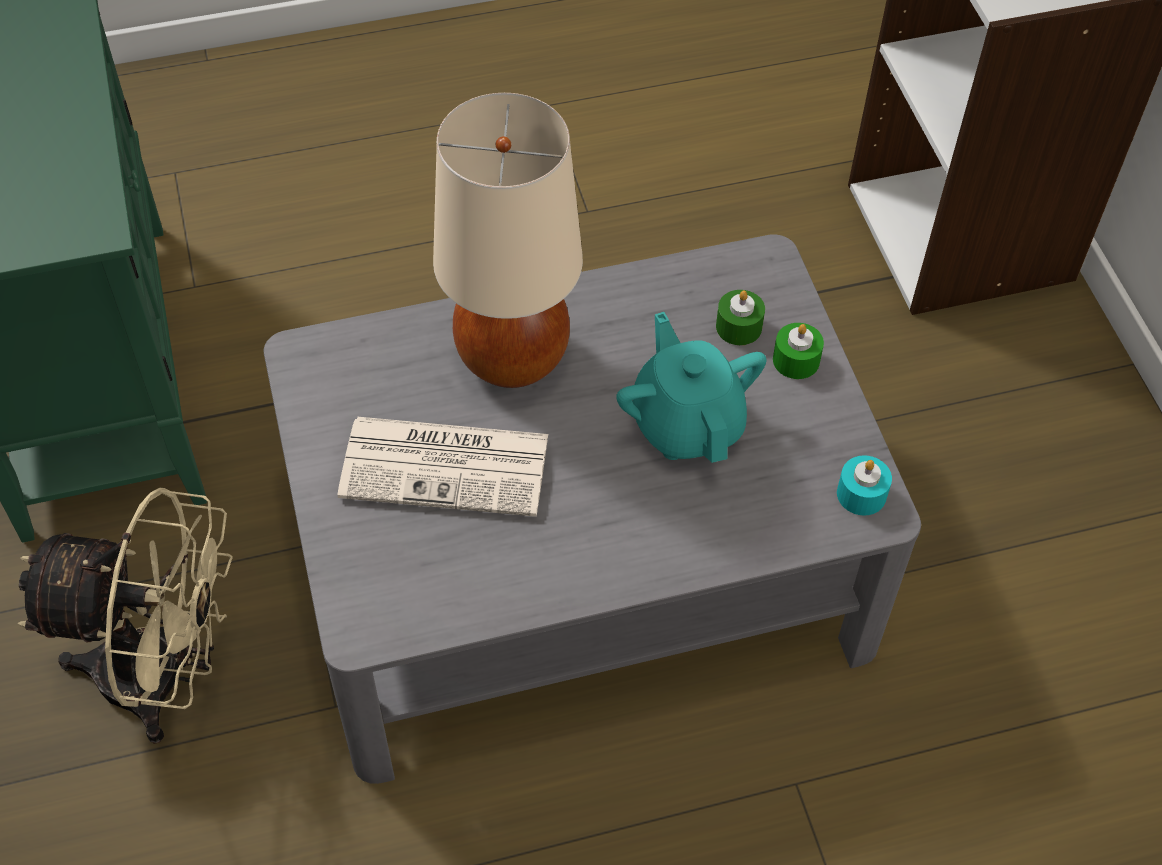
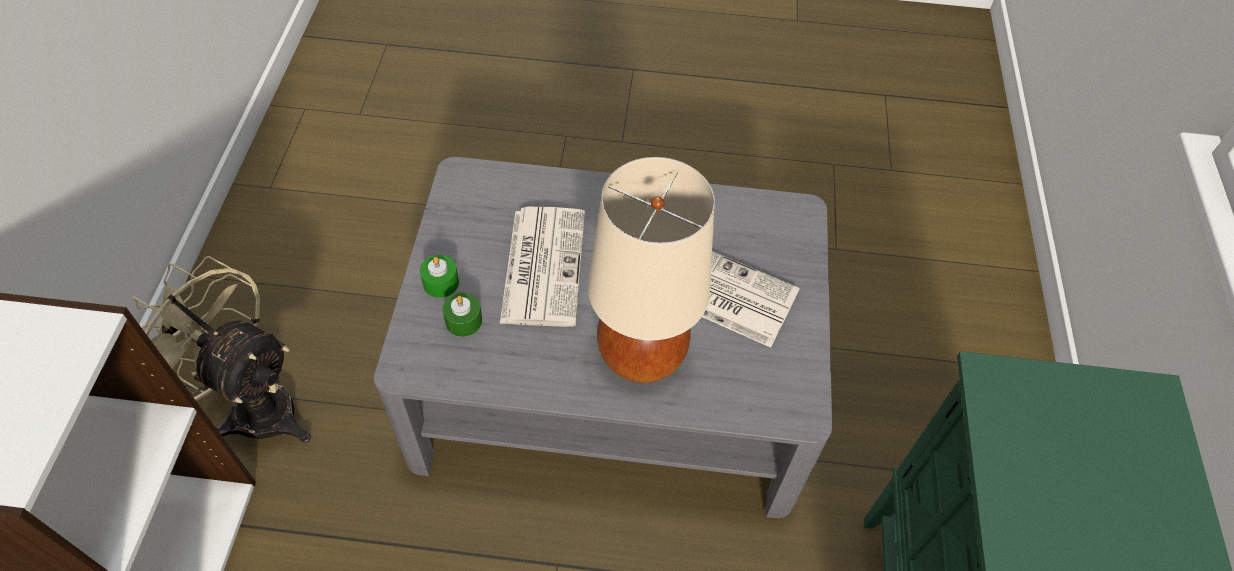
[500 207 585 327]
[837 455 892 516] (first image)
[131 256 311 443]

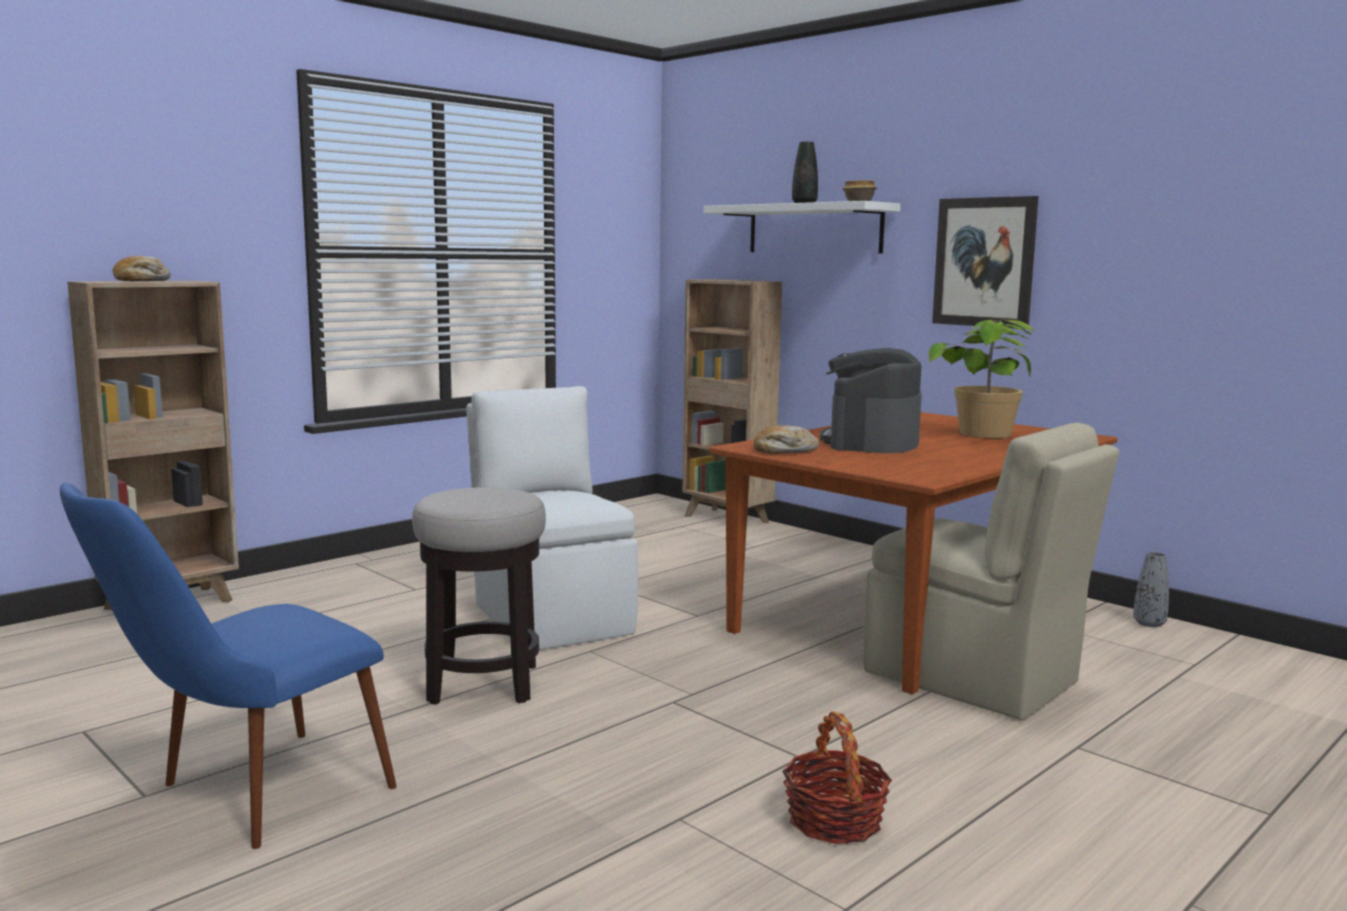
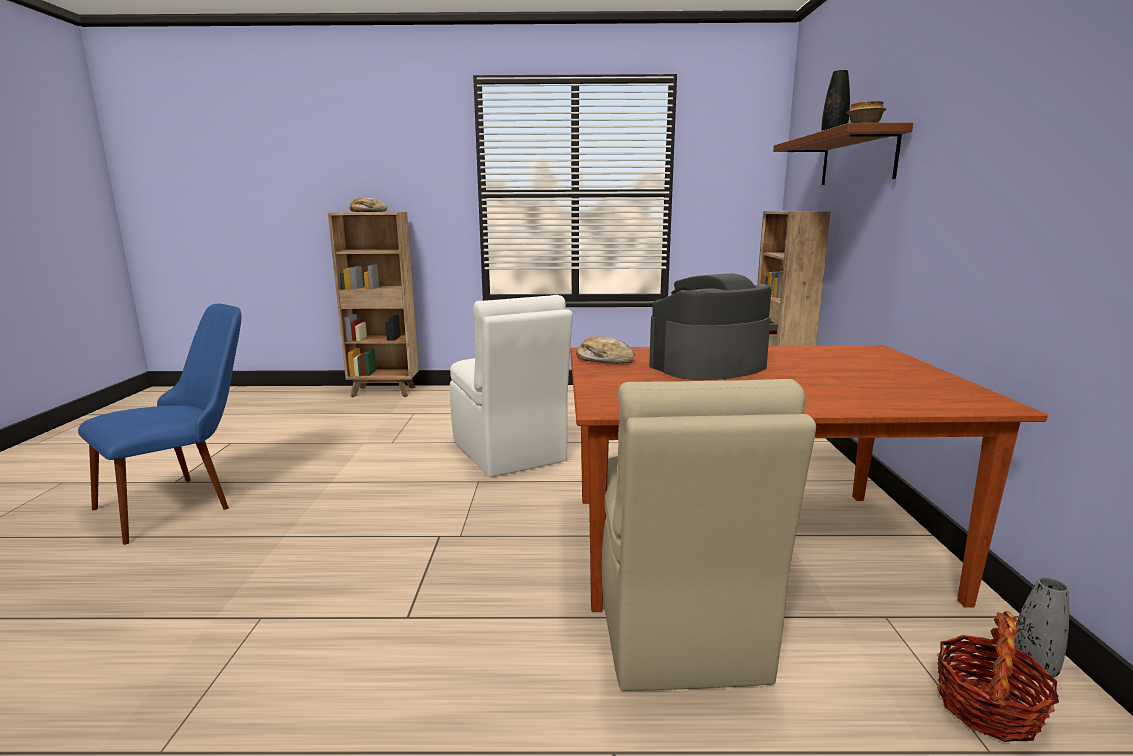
[932 196 1039 329] (first image)
[773 123 913 185]
[928 319 1035 438] (first image)
[450 295 573 477]
[78 304 241 545]
[412 487 546 705] (first image)
[937 611 1059 742]

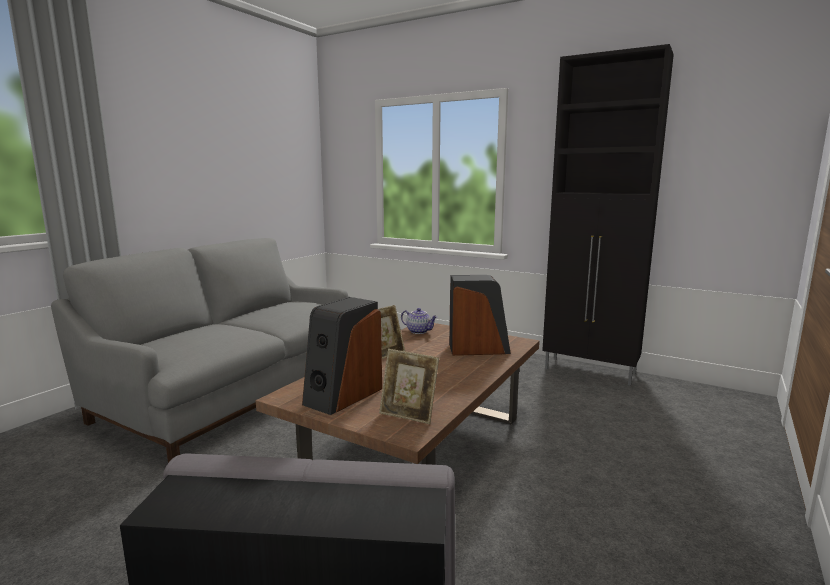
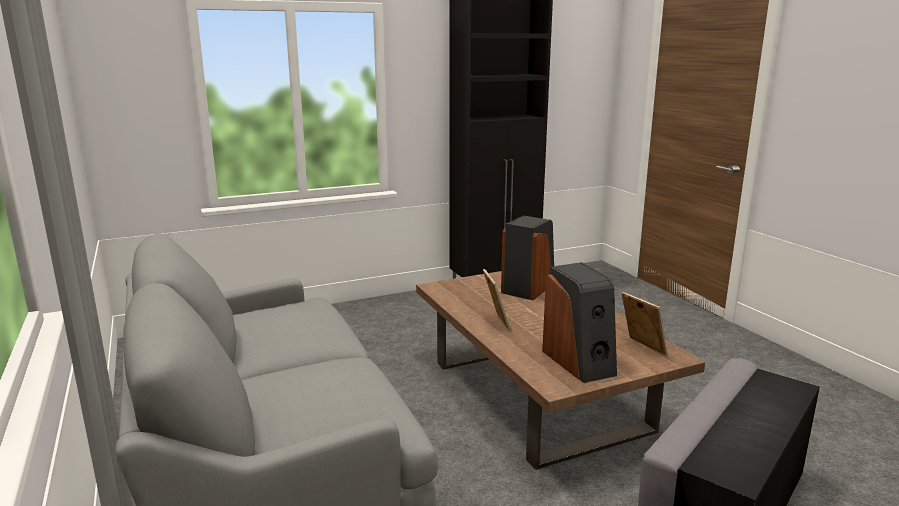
[401 308 437 334] (first image)
[621 292 668 356]

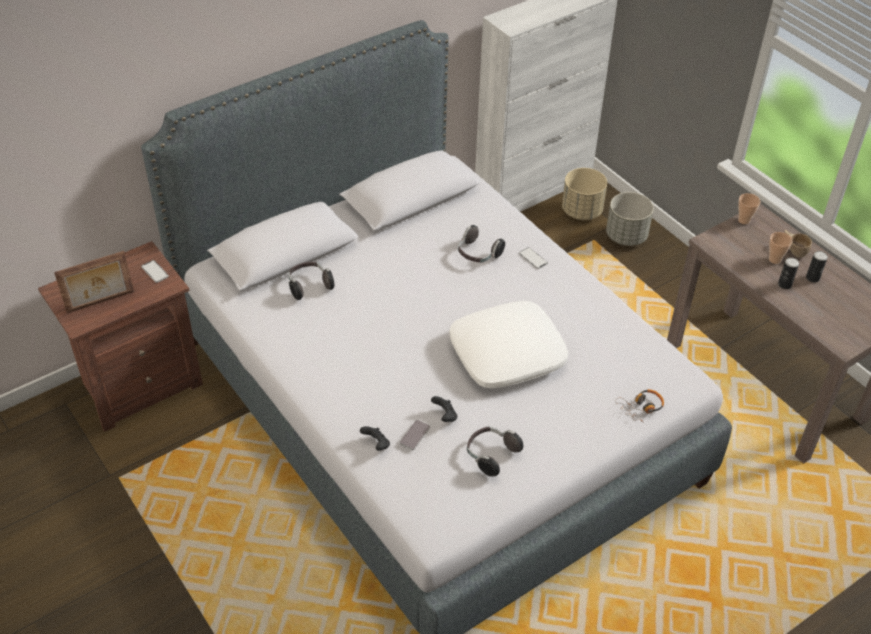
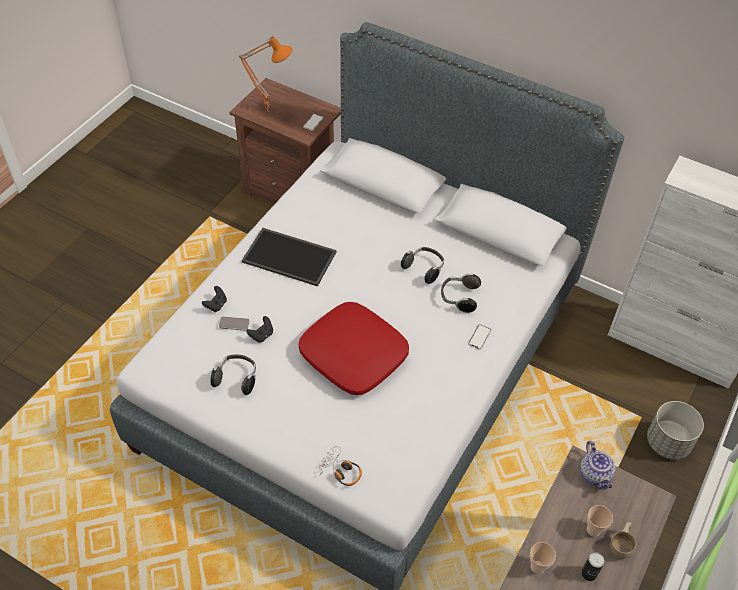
[562 168 607 220] (first image)
[530 542 556 574]
[239 36 293 112]
[778 257 799 289] (first image)
[401 247 444 284]
[299 302 409 395]
[242 228 337 286]
[580 441 616 490]

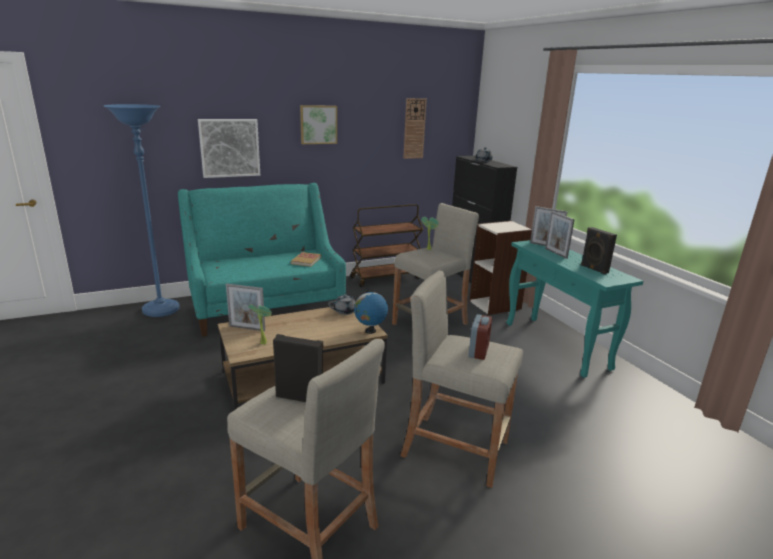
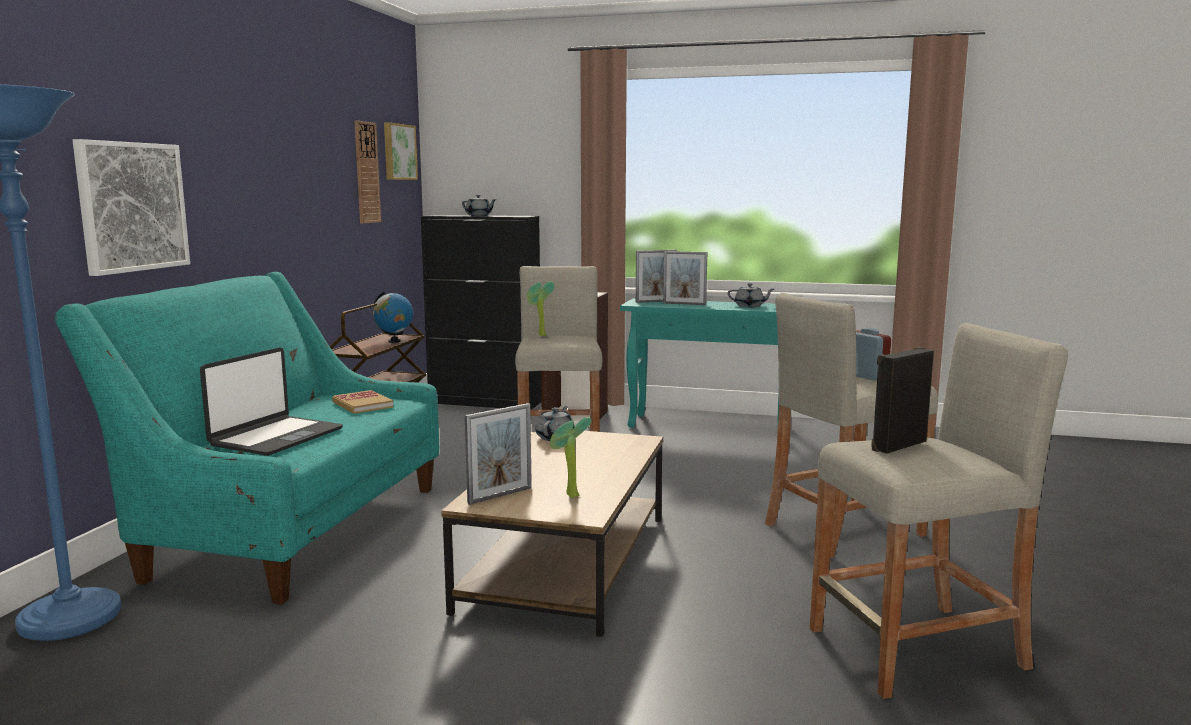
[384 122 418 180]
[728 283 774 307]
[373 291 413 343]
[200 347 343 456]

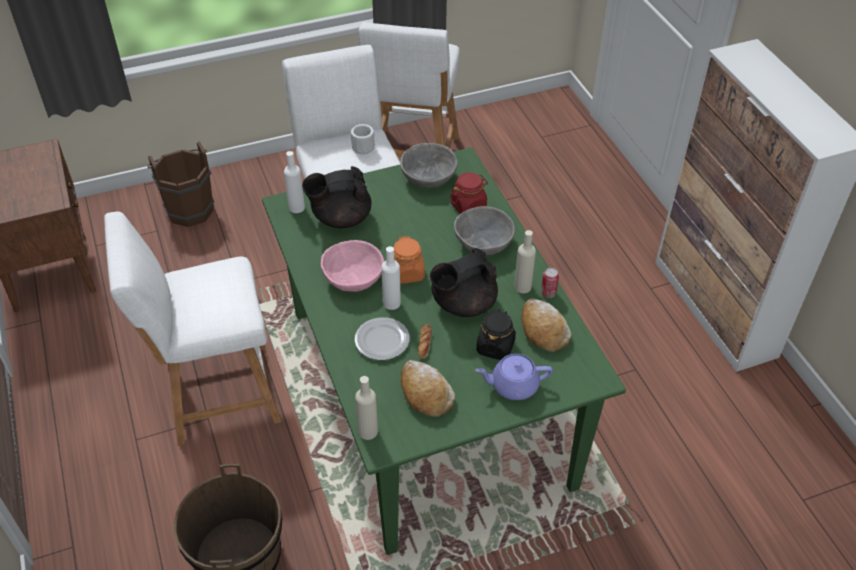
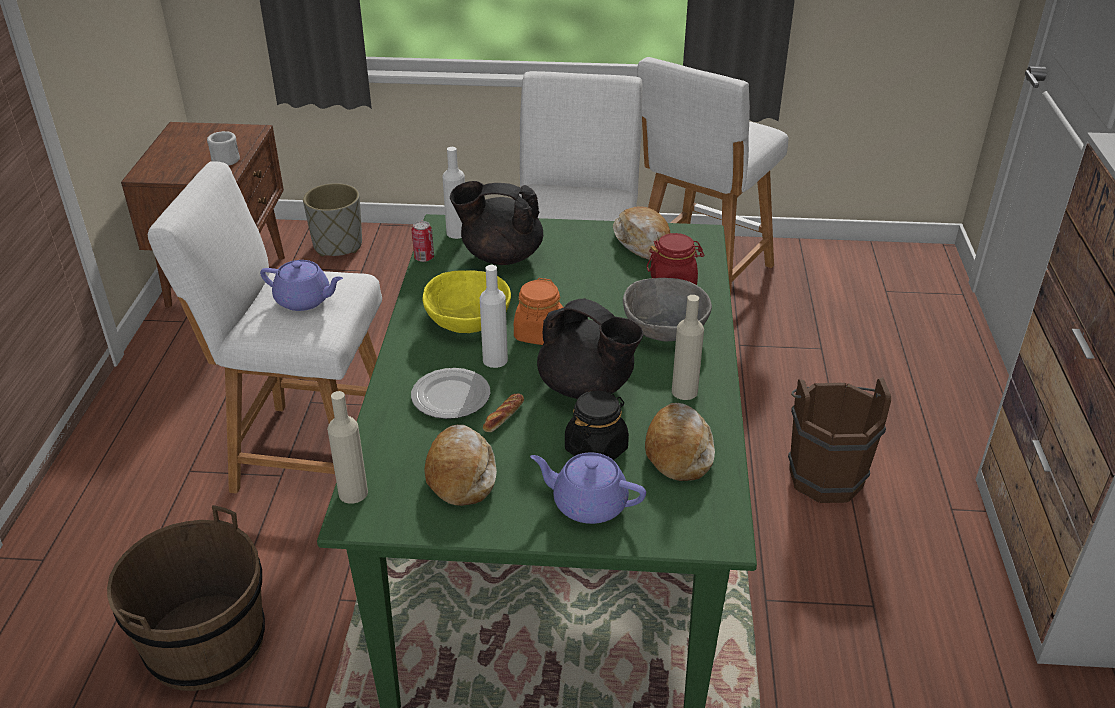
[207 131 240 166]
[788 377 891 503]
[613 206 670 260]
[422 270 511 333]
[537 298 644 399]
[412 221 434 262]
[303 183 362 256]
[260 260 343 311]

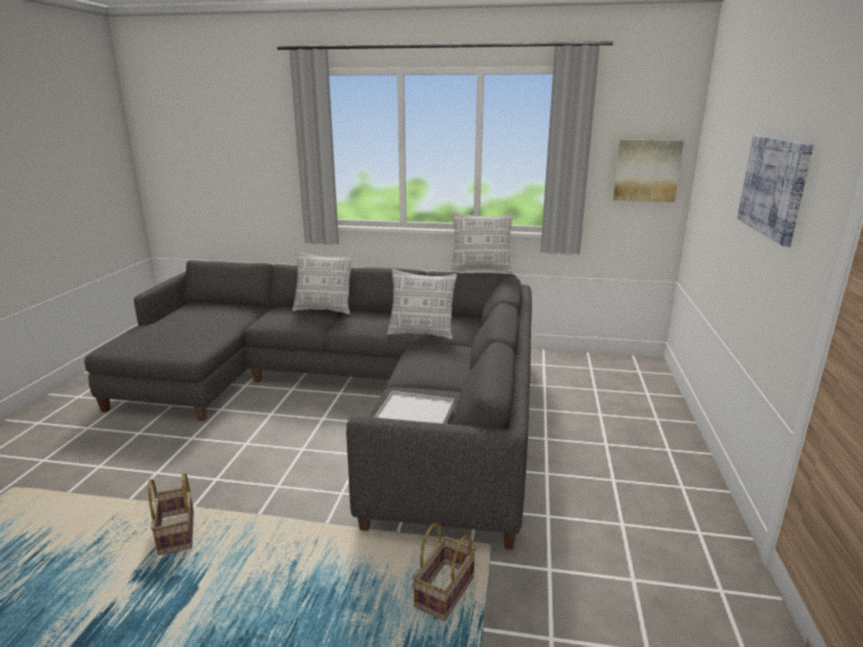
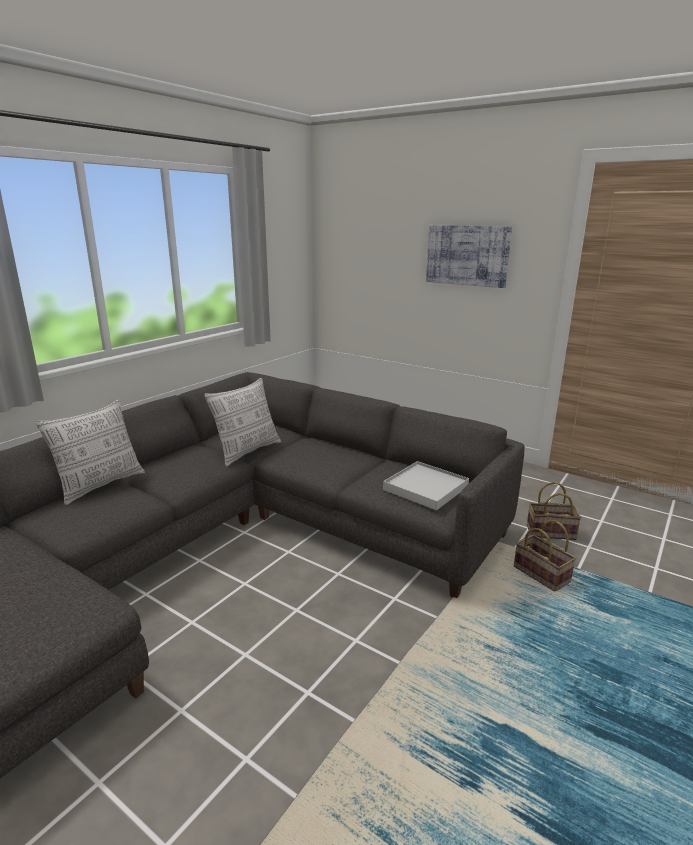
[613 139 684 202] (first image)
[450 212 513 273] (first image)
[527 482 581 540]

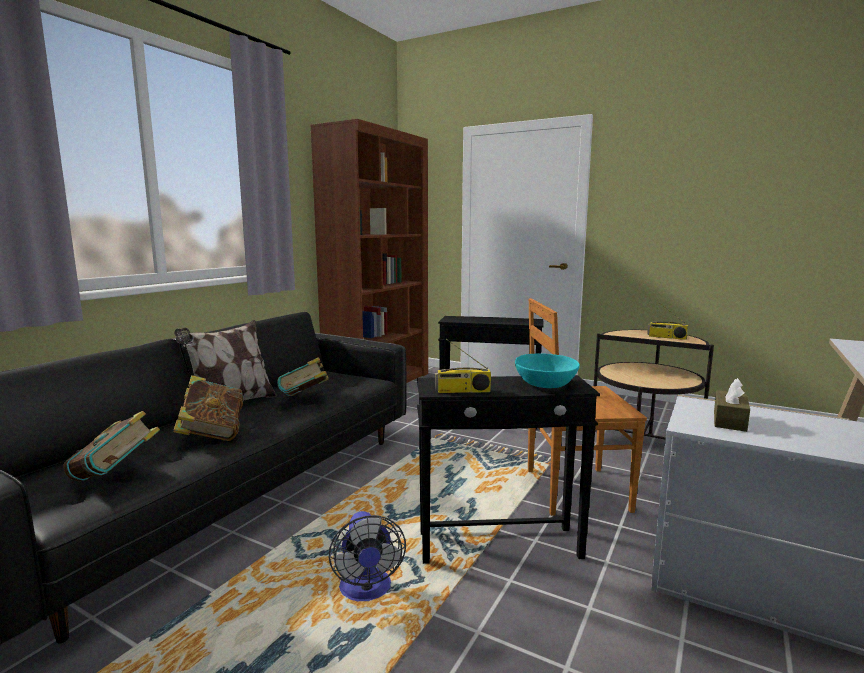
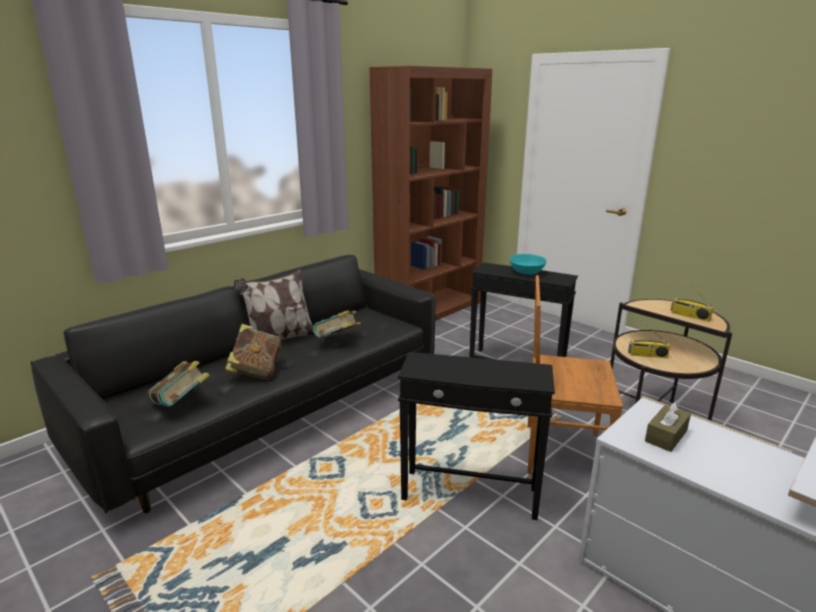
[628 321 670 358]
[510 254 547 275]
[329 511 406 601] (first image)

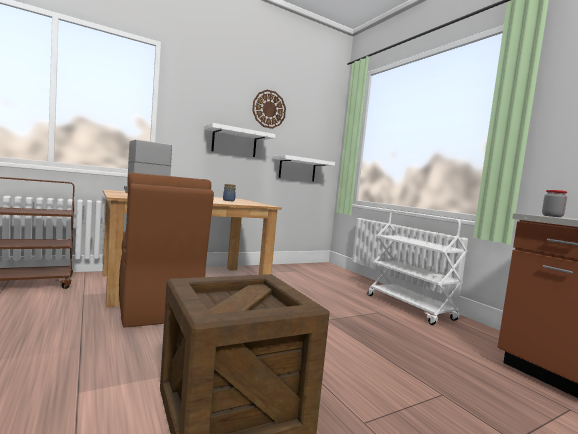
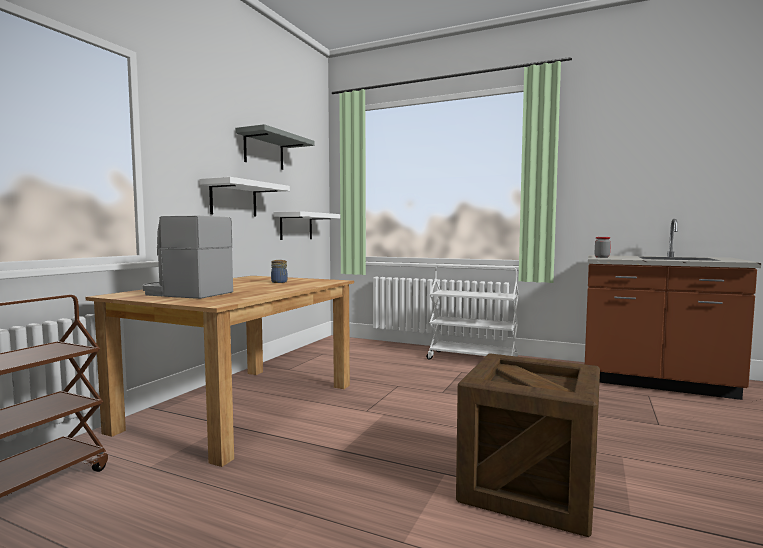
[235 124 315 170]
[119 172 214 328] (first image)

